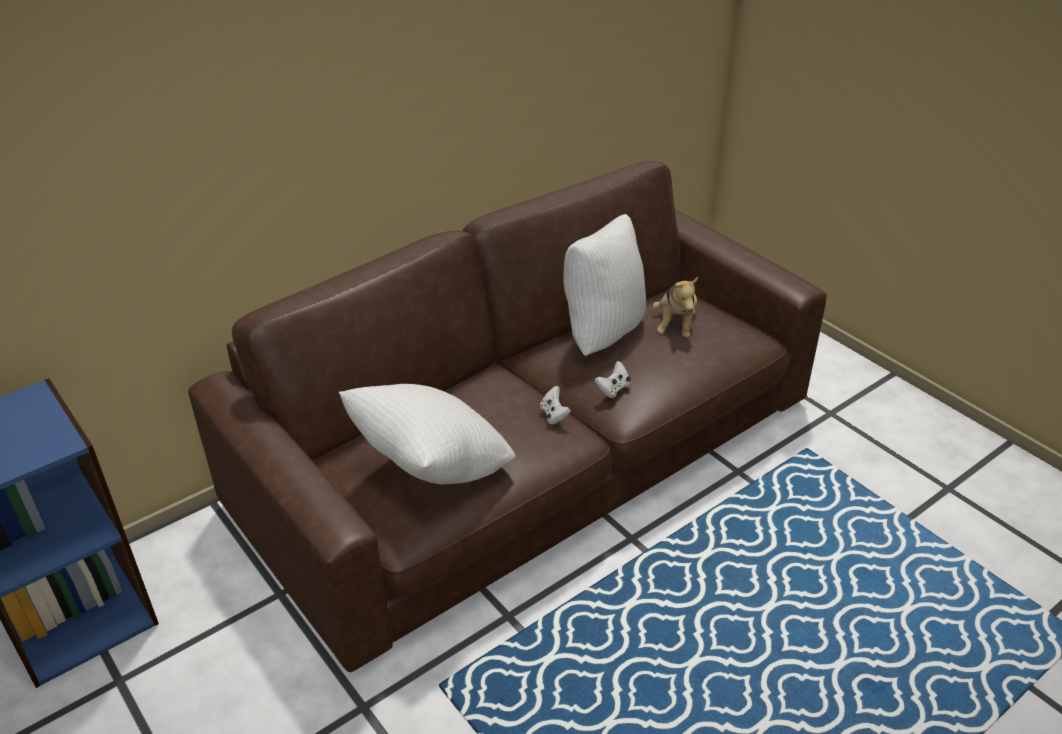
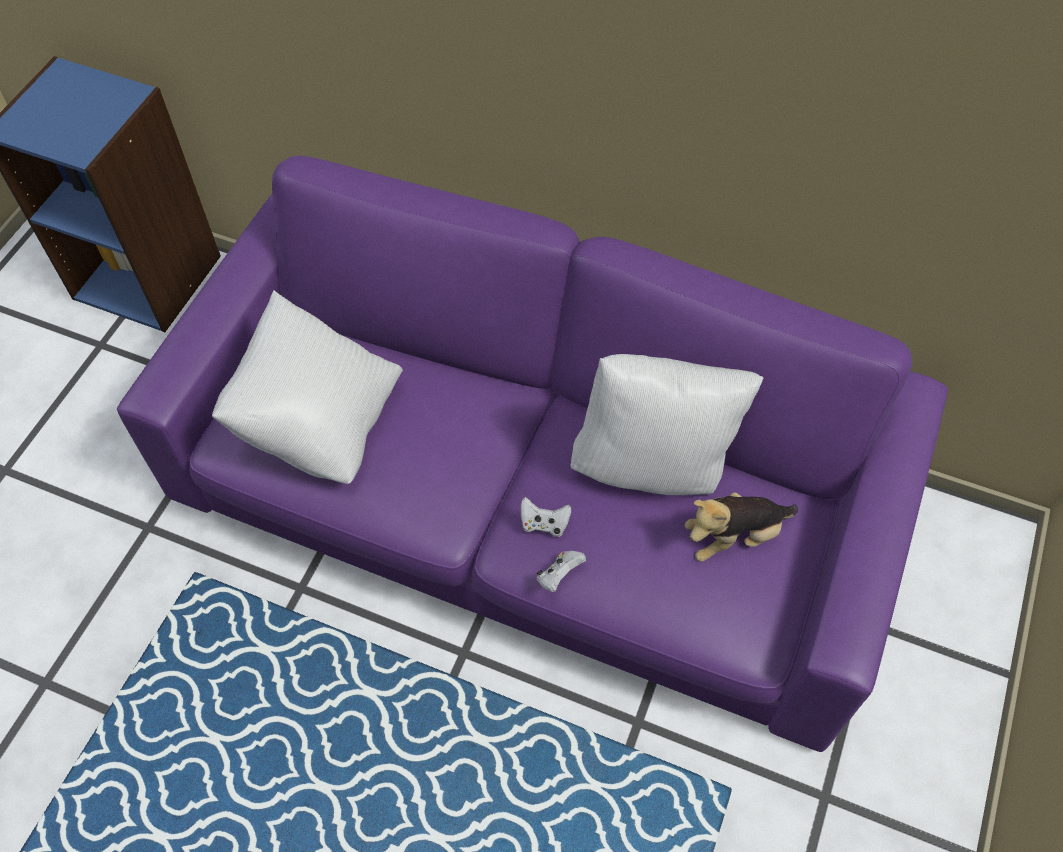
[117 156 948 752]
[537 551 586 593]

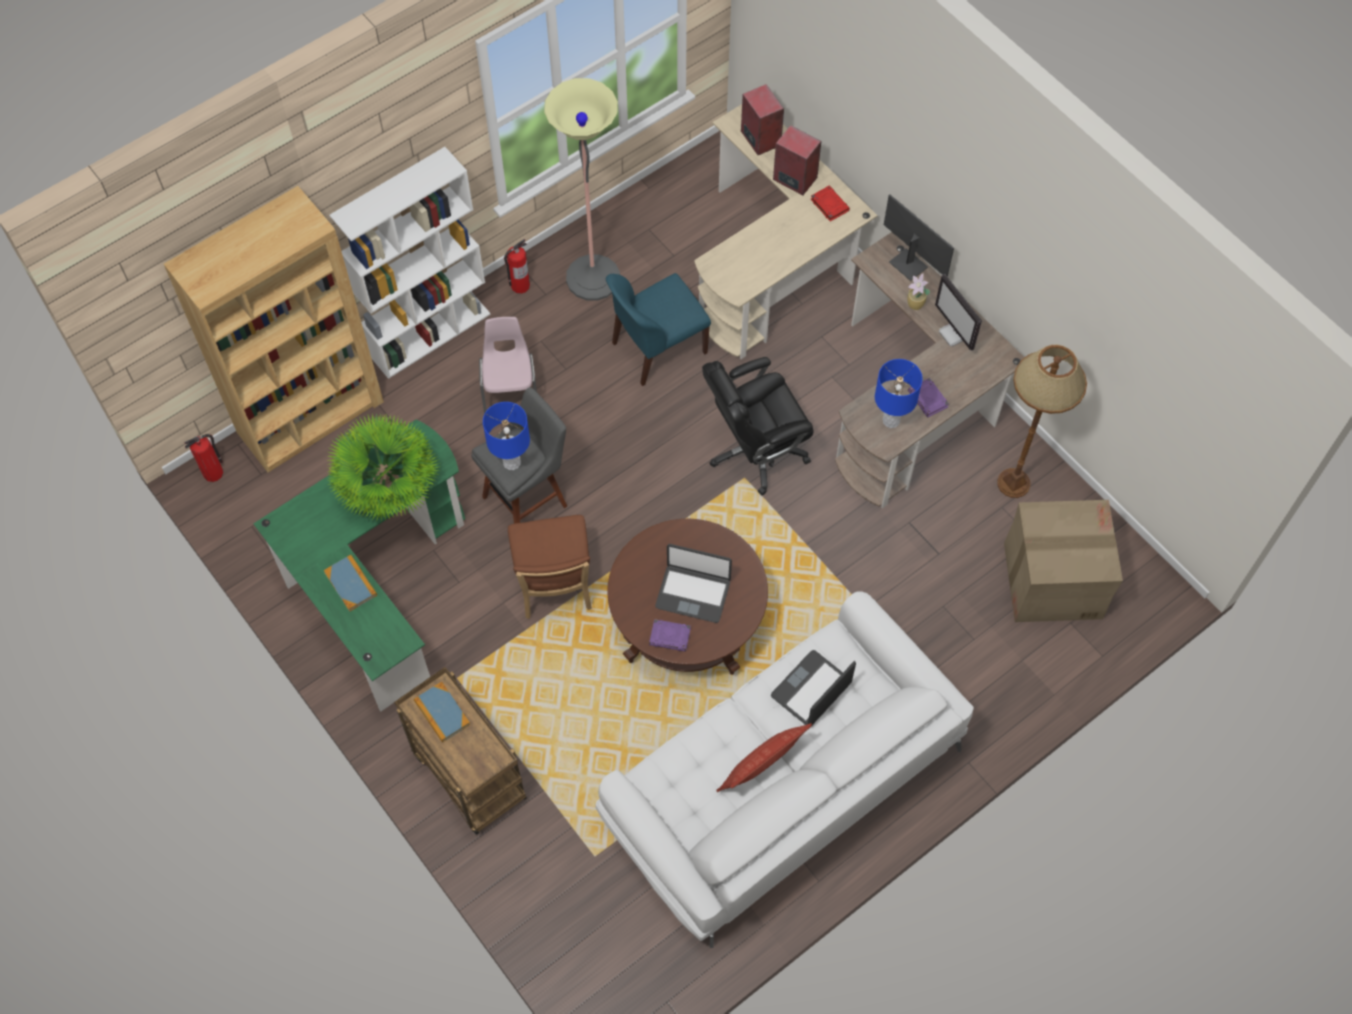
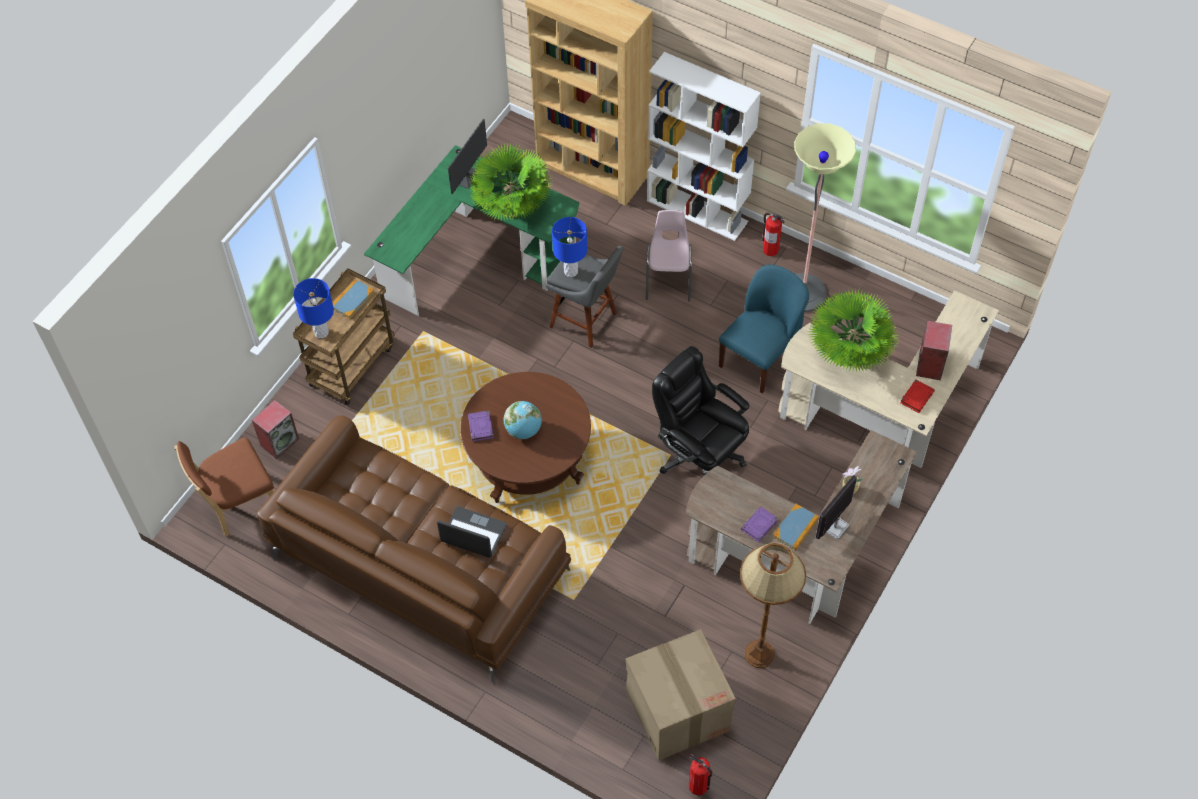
[252 400 299 459]
[448 119 487 194]
[719 265 809 394]
[646 210 692 302]
[293 278 334 338]
[689 753 713 795]
[174 437 274 537]
[504 401 542 439]
[773 504 819 551]
[257 416 571 683]
[716 723 812 792] (first image)
[808 288 899 373]

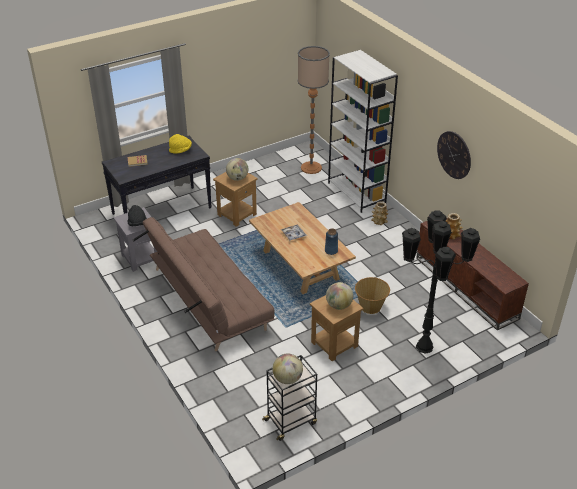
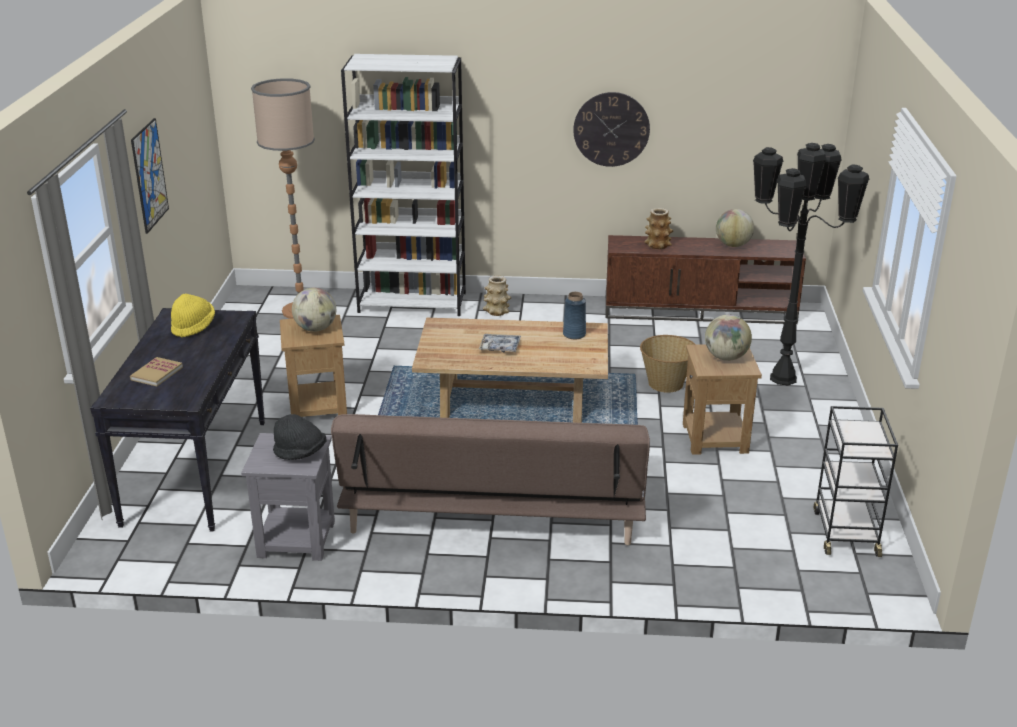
[716 209 754 247]
[131 118 169 234]

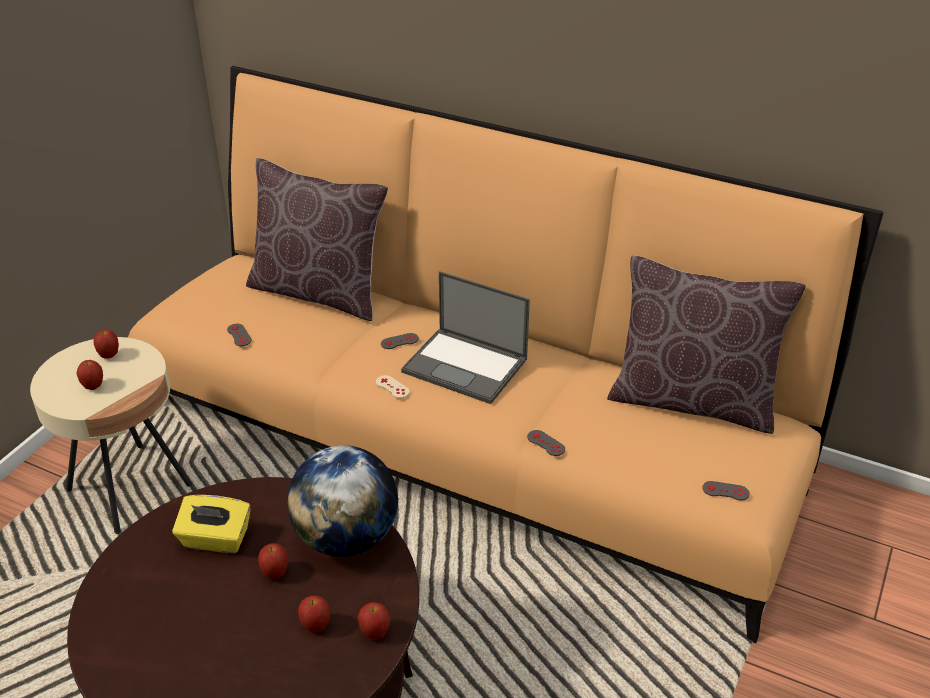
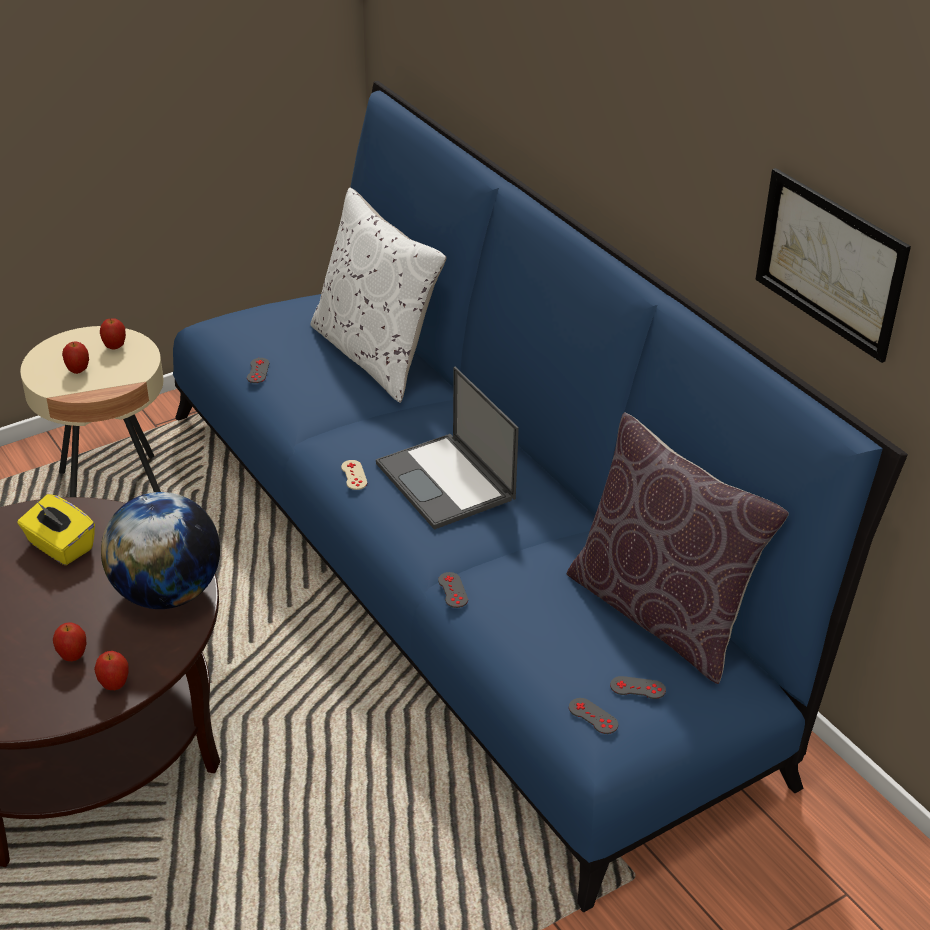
[173 81 908 912]
[311 188 447 403]
[610 676 666 699]
[258 543 288 579] (first image)
[755 168 911 363]

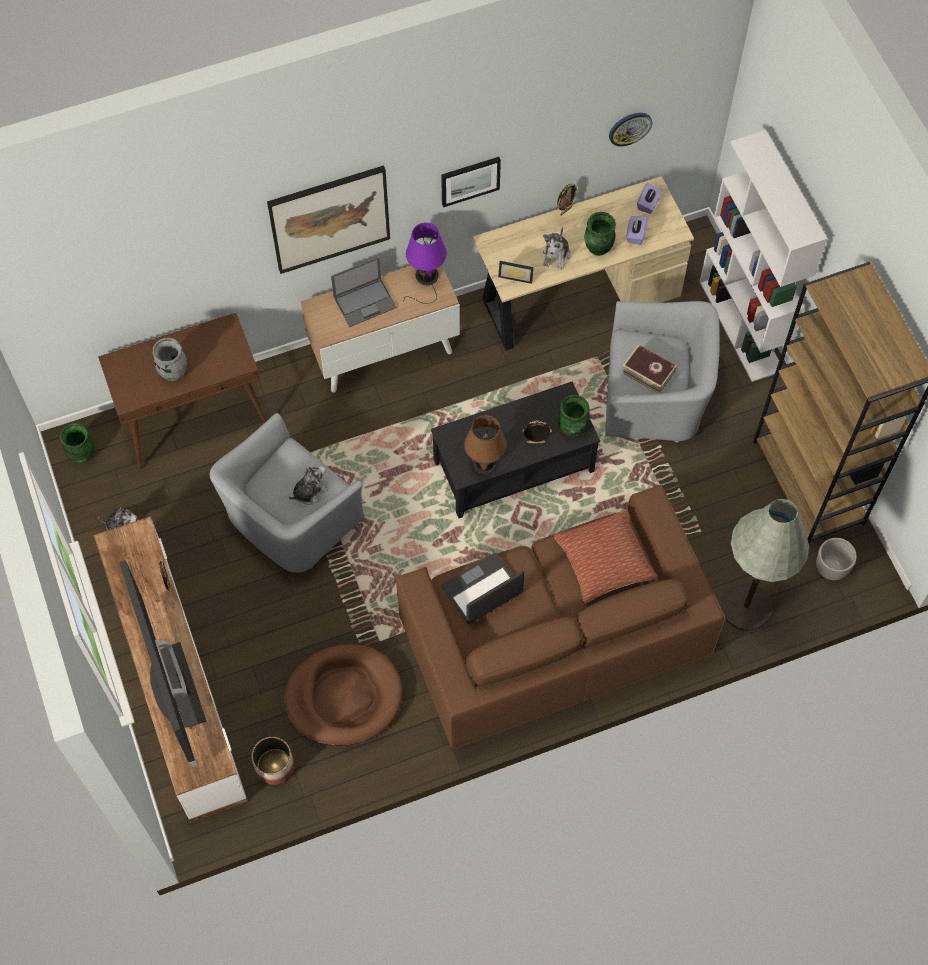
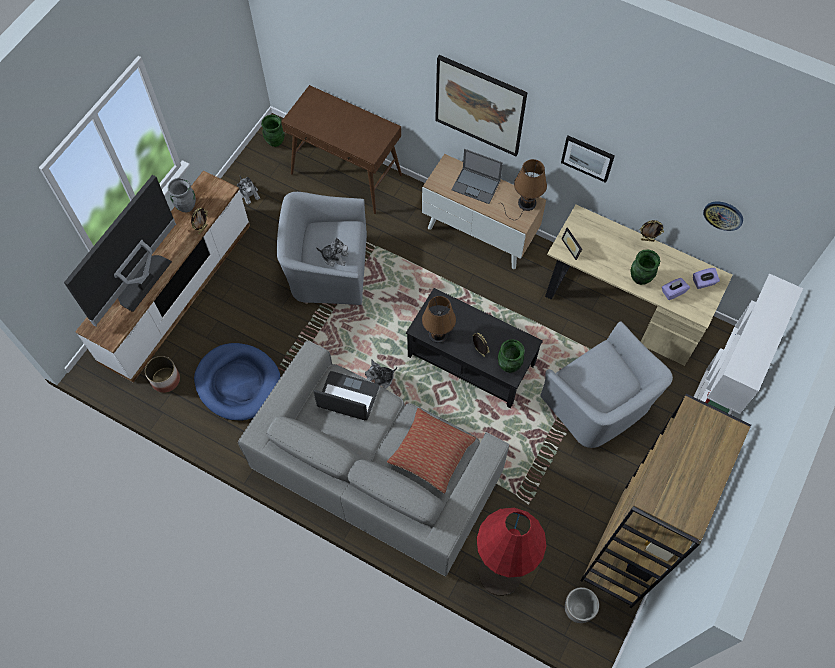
[497 159 547 220]
[365 360 397 389]
[168 178 196 213]
[622 344 677 394] (first image)
[238 340 509 577]
[477 508 547 596]
[194 343 281 421]

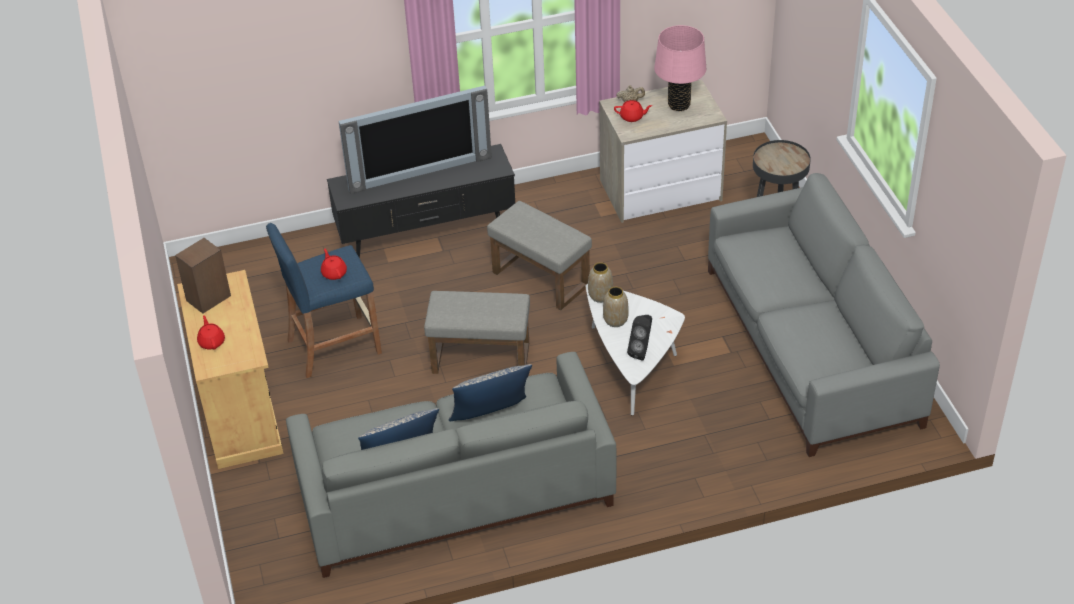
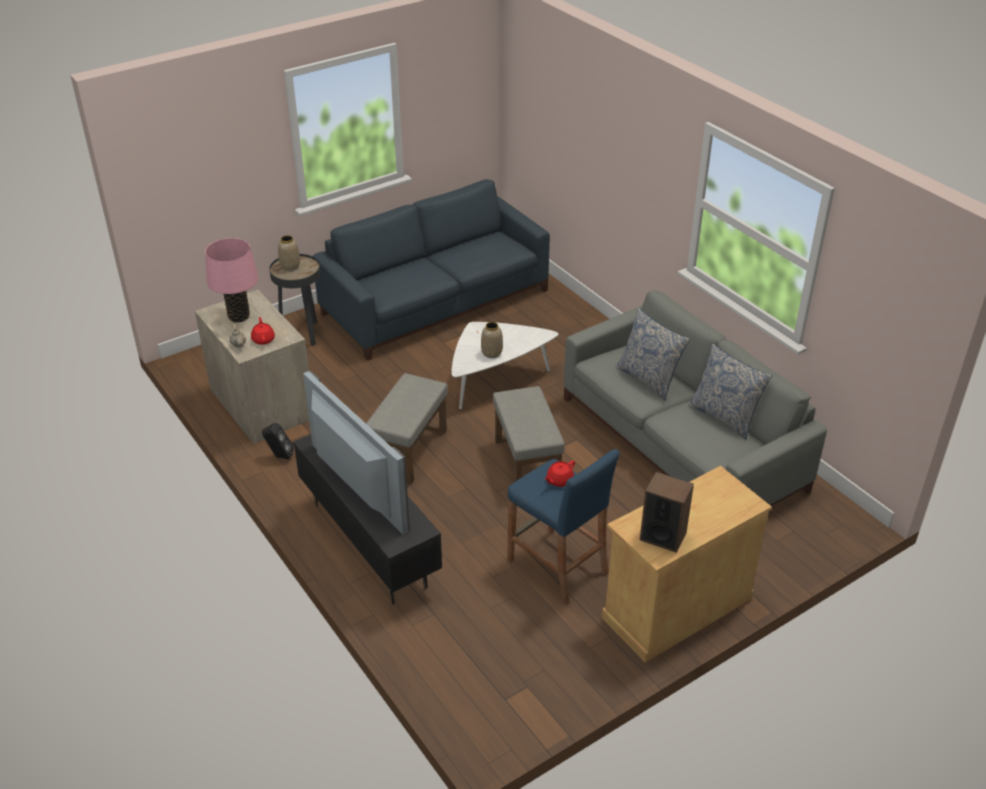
[313 179 550 361]
[278 235 300 271]
[197 315 225 350] (first image)
[262 423 294 460]

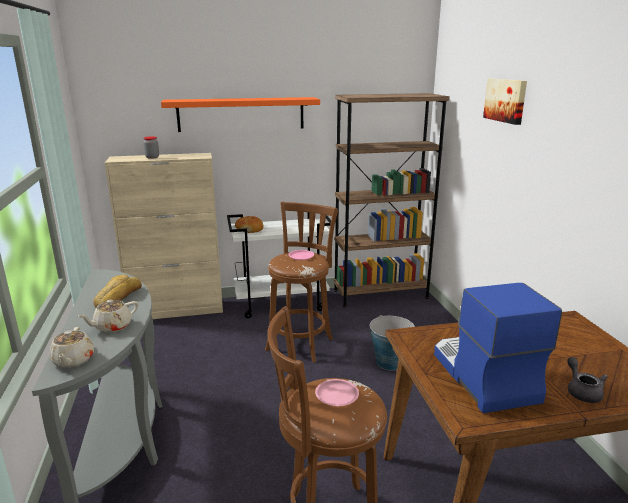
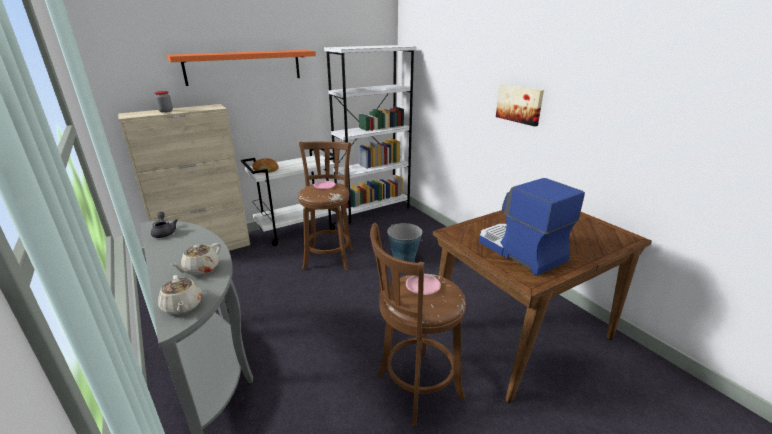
[496 84 544 126]
[324 45 416 224]
[93 274 142 308] (first image)
[151 212 178 238]

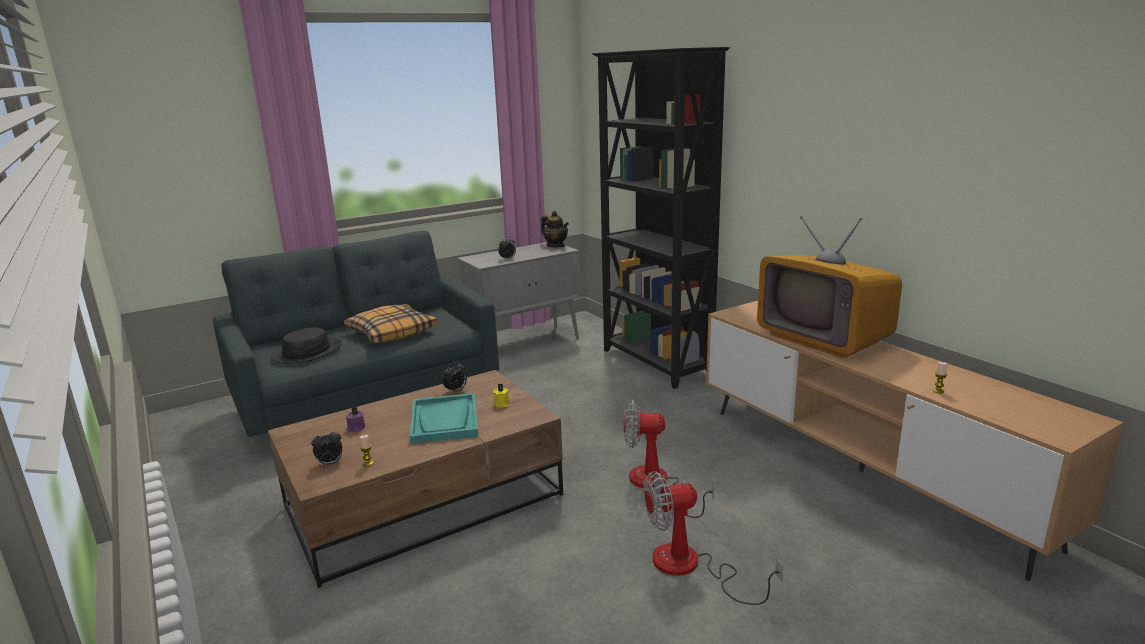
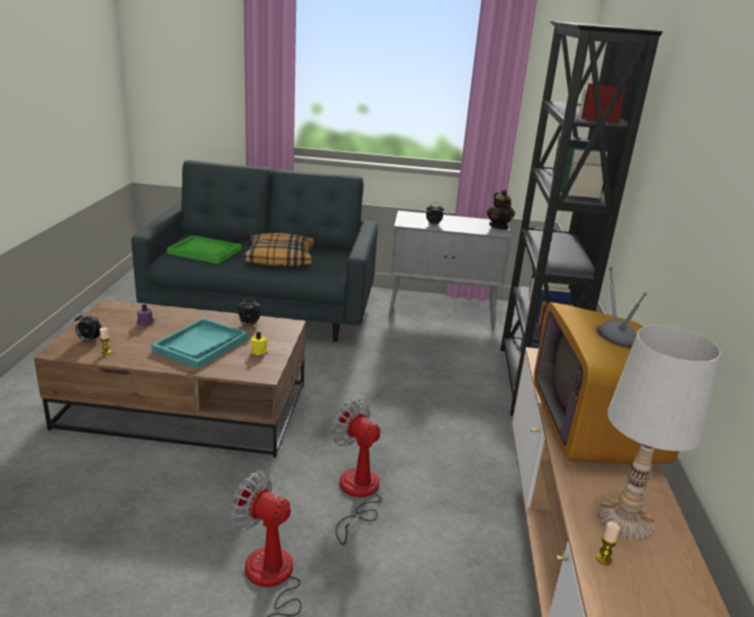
[167 235 242 264]
[598 325 721 540]

